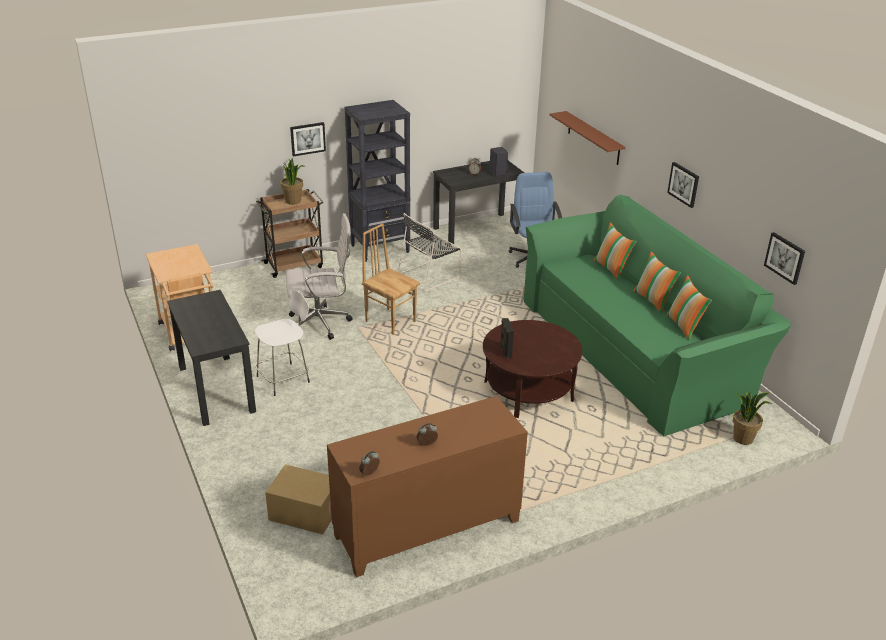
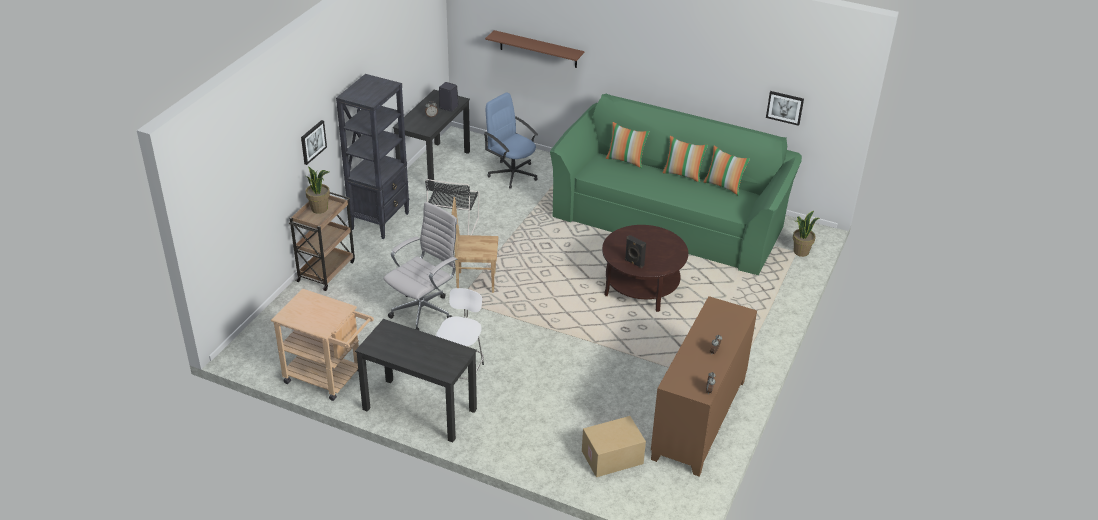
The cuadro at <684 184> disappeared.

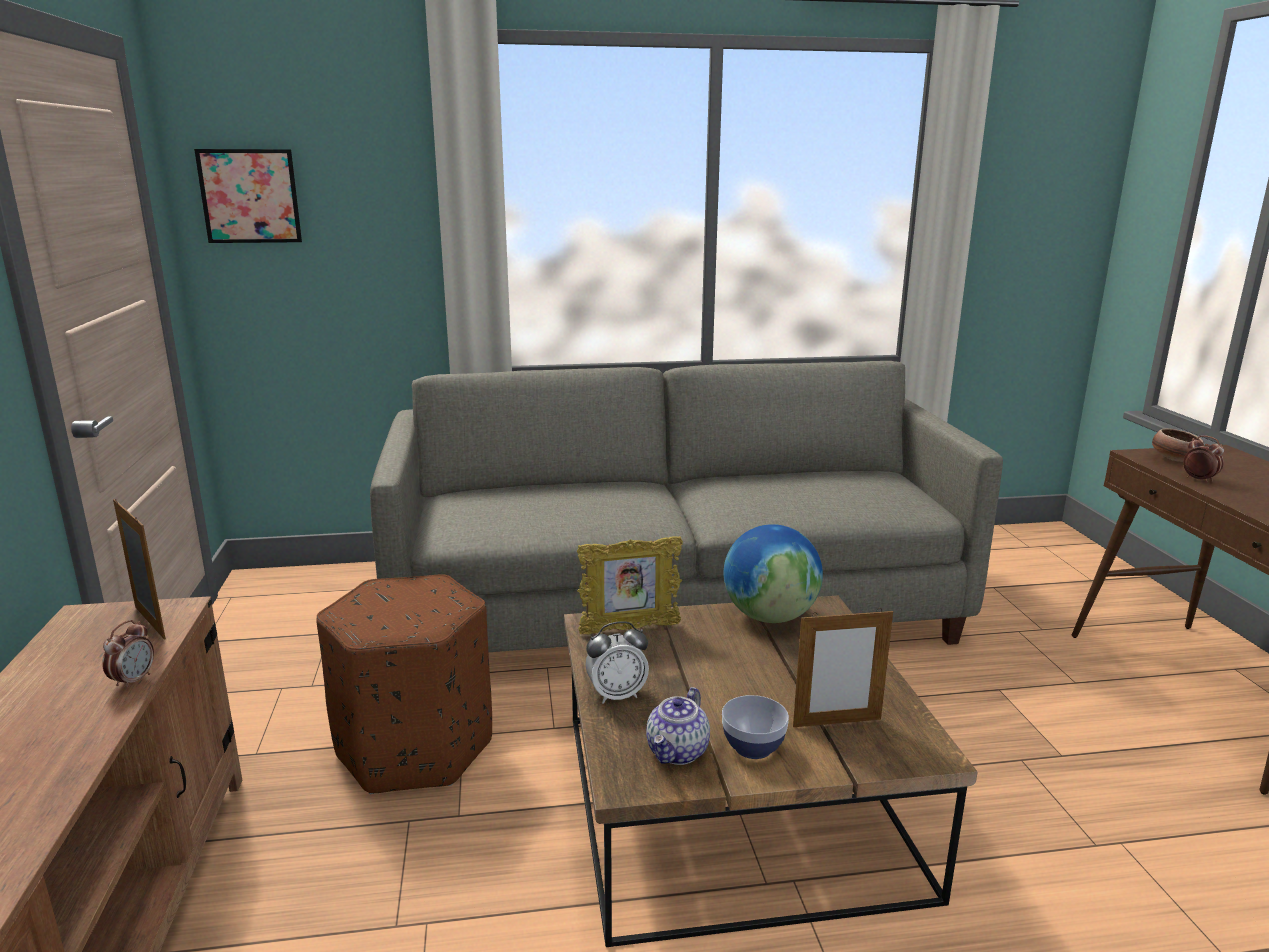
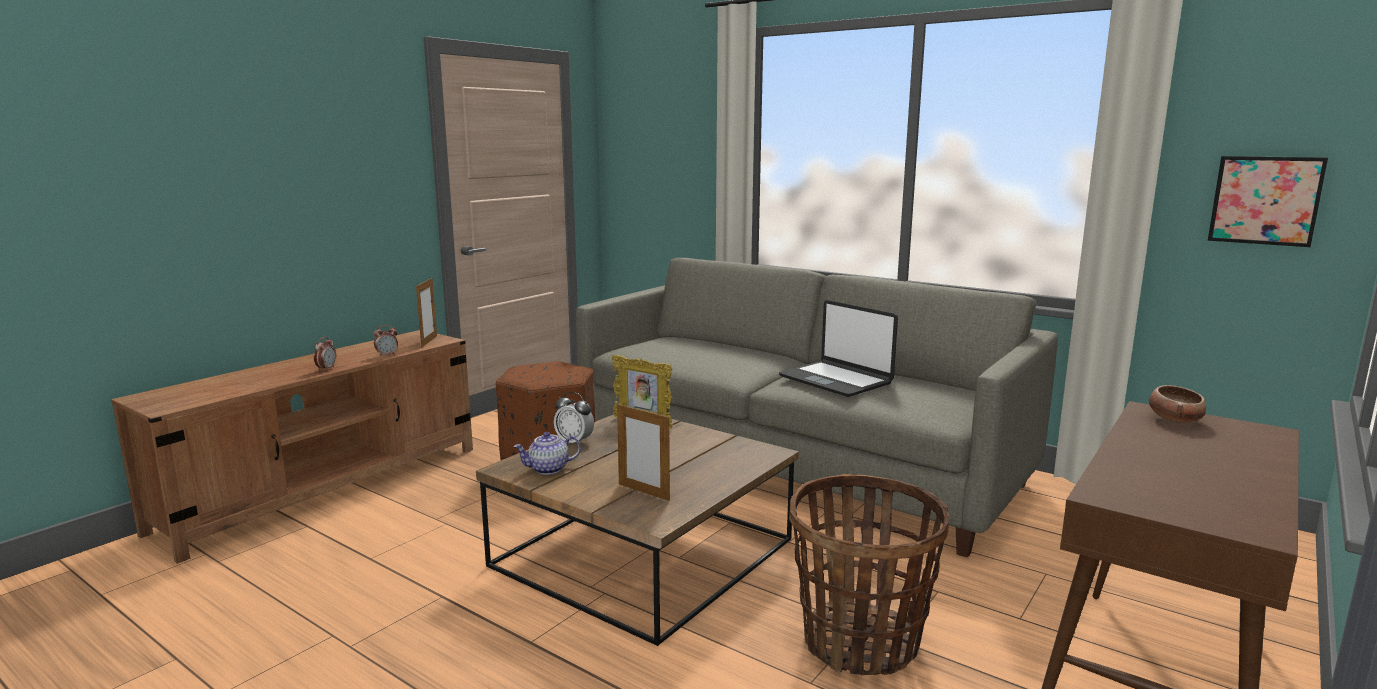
The cuenco at <753 747> disappeared.
The globo terráqueo at <770 616> disappeared.
The portátil at <836 380> appeared.
The cesta at <860 642> appeared.
The cuadro moved from <250 196> to <1265 200>.
The despertador moved from <1198 479> to <326 369>.

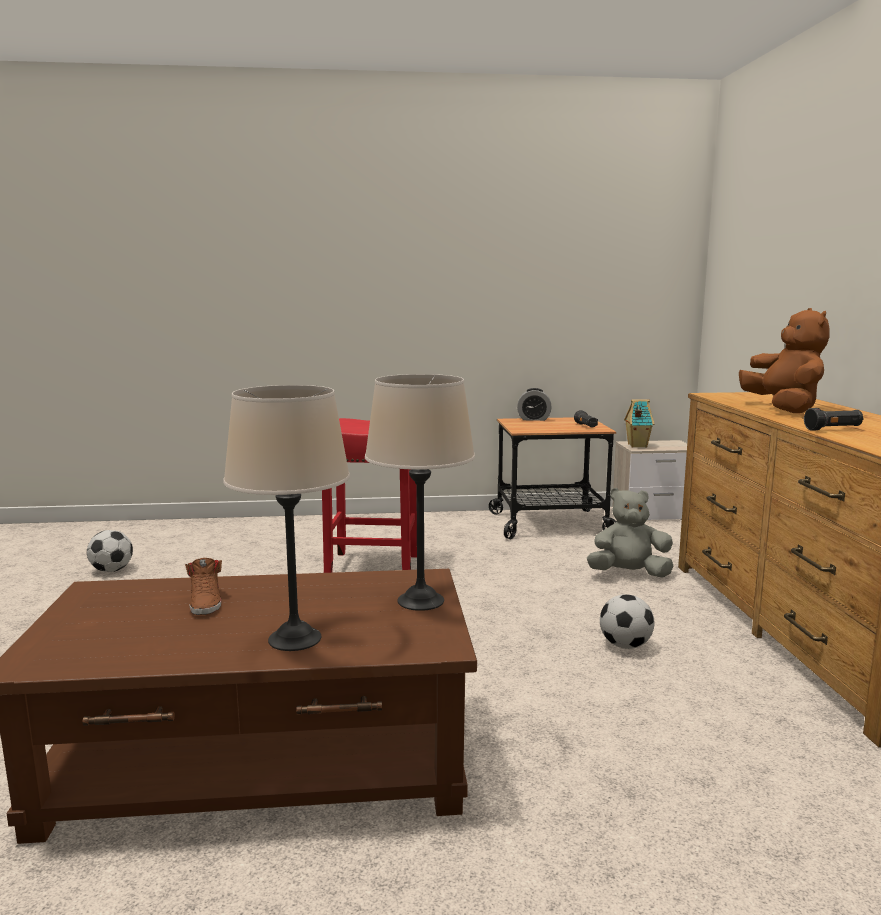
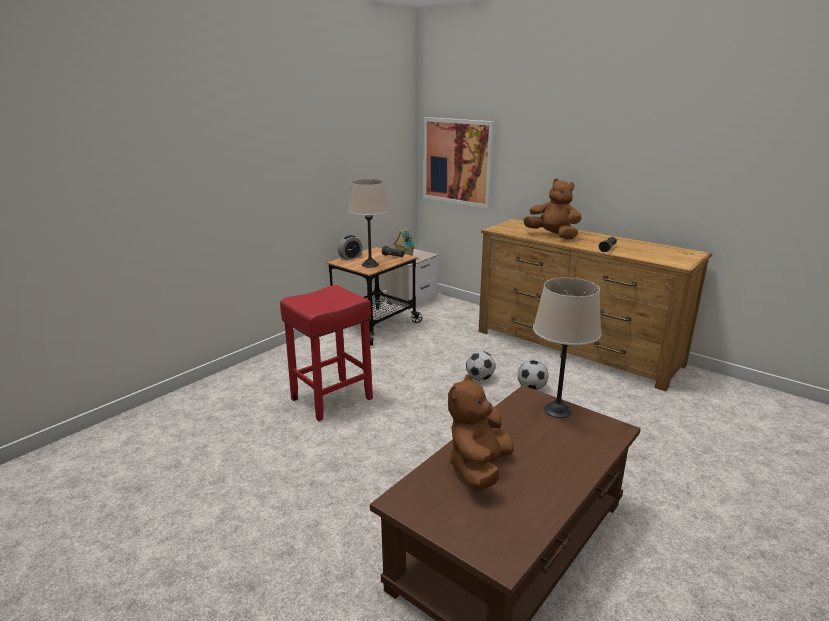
The peluche (gris) at <628 574> disappeared.
The cuadro at <457 161> appeared.
The balón de fútbol moved from <112 570> to <480 378>.
The lámpara de mesa (beis) moved from <295 639> to <370 264>.
The zapato (marrón) at <206 602> was replaced by the peluche (marrón) at <479 468>.

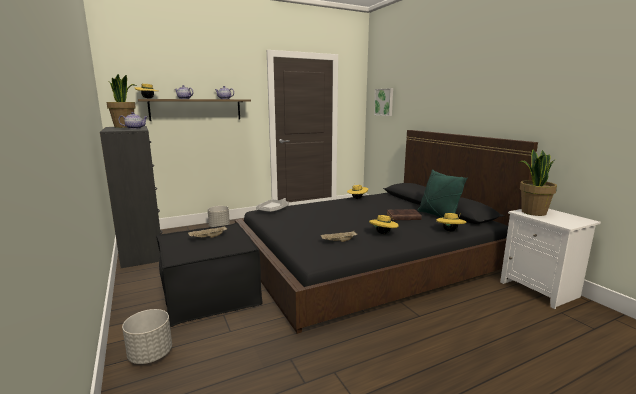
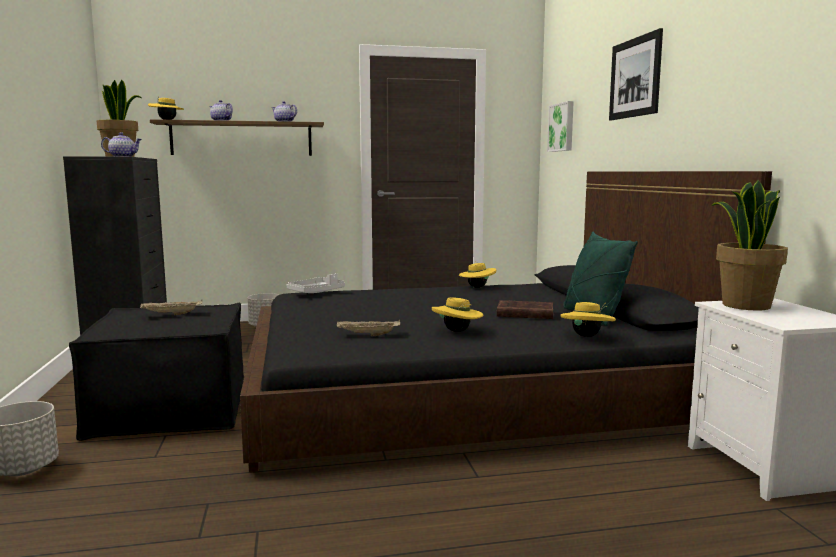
The cuadro at <635 78> appeared.

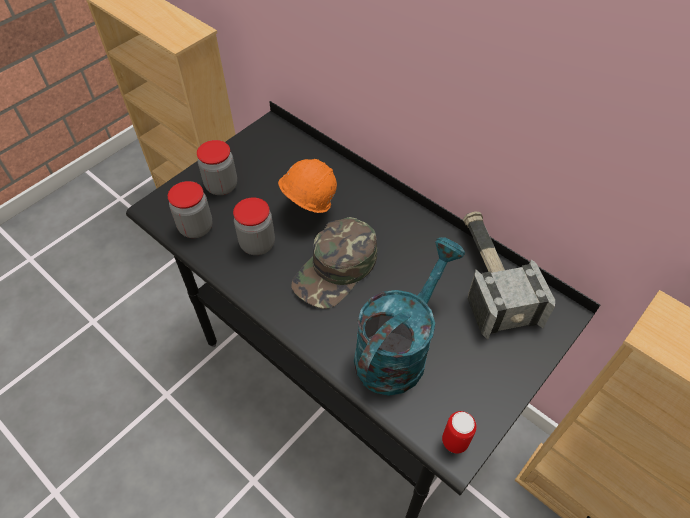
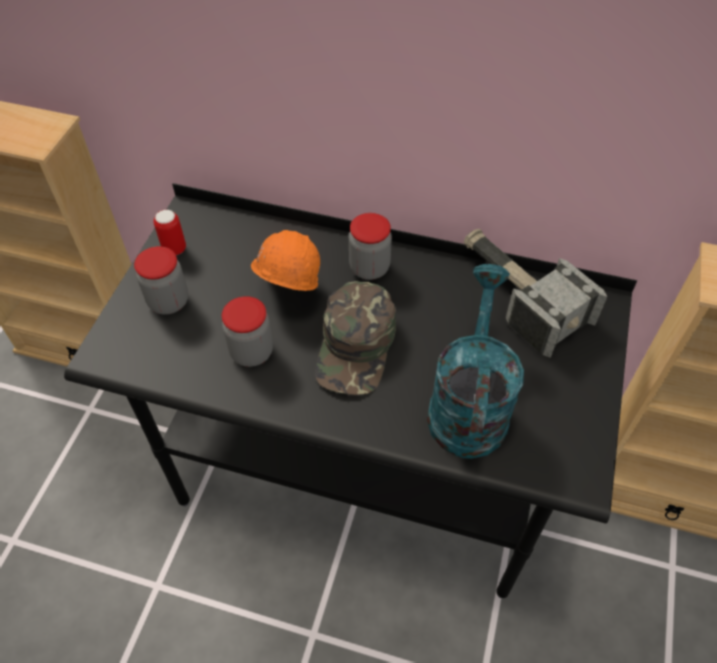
The tarro moved from <196 227> to <369 268>.
The lata moved from <454 441> to <174 249>.

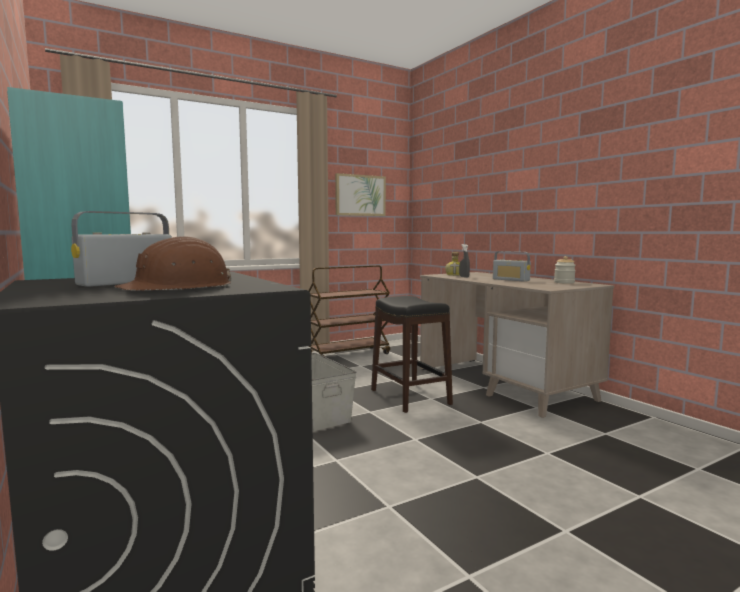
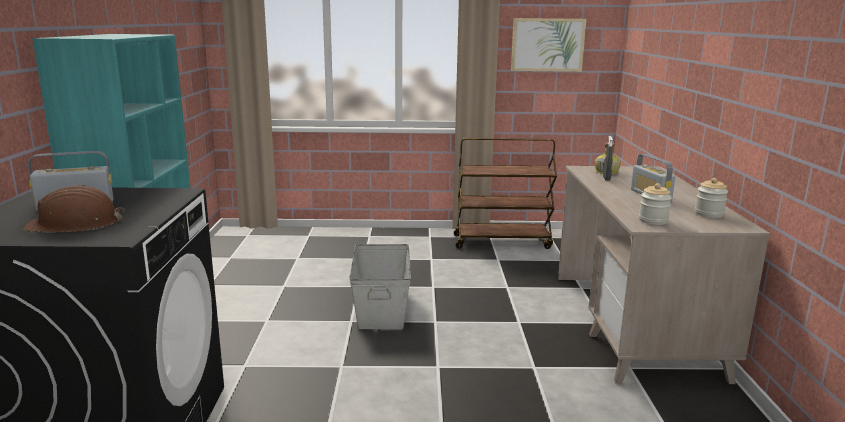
The taburete (negro) at <409 397> disappeared.
The tarro at <653 221> appeared.

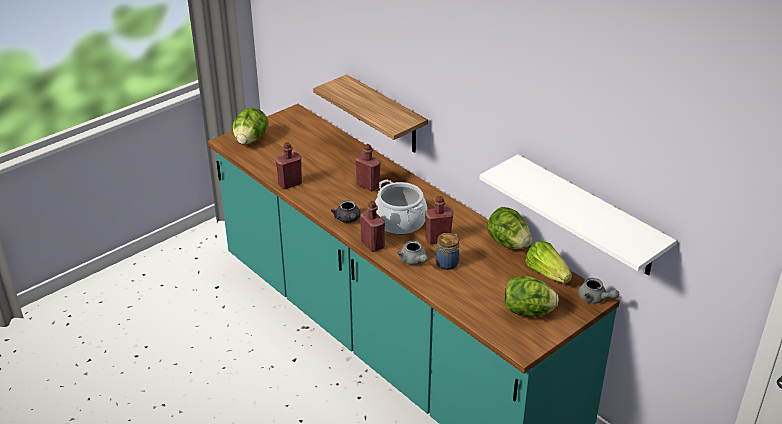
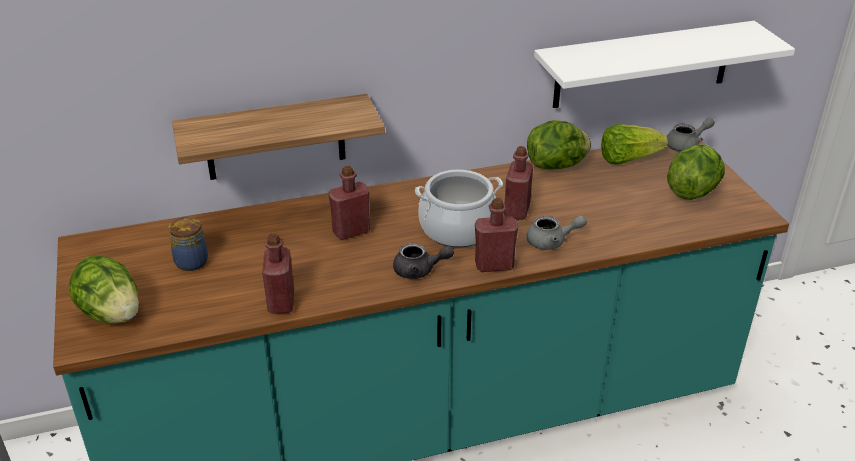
The tarro moved from <447 263> to <191 261>.

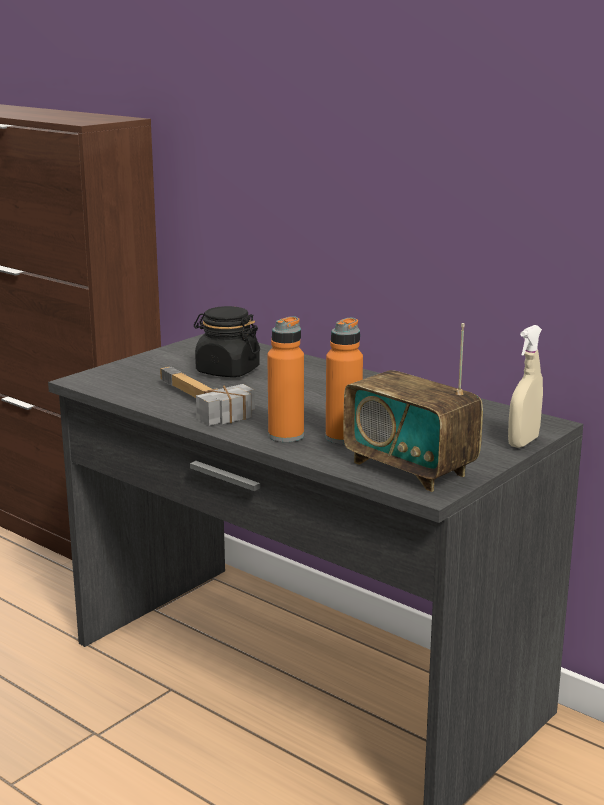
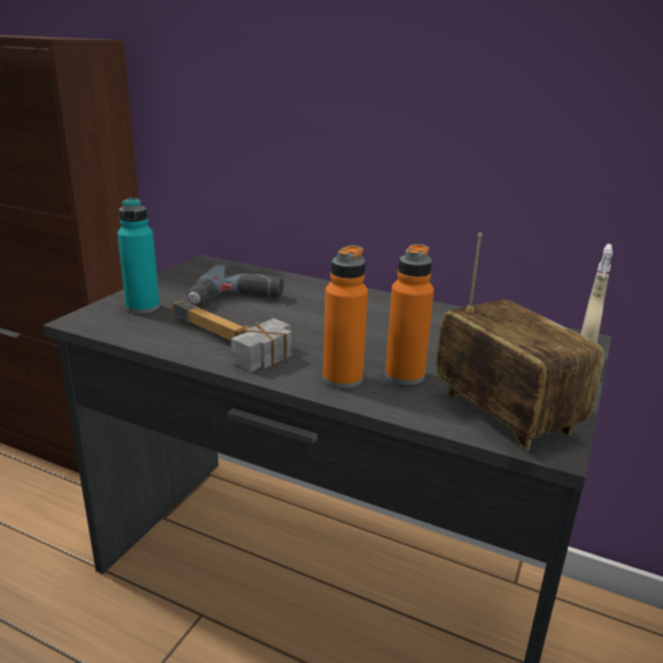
The botella (turquesa) at <142 307> appeared.
The tarro (negro) at <227 371> was replaced by the taladro at <236 299>.
The radio at <410 469> turned 150 degrees counterclockwise.

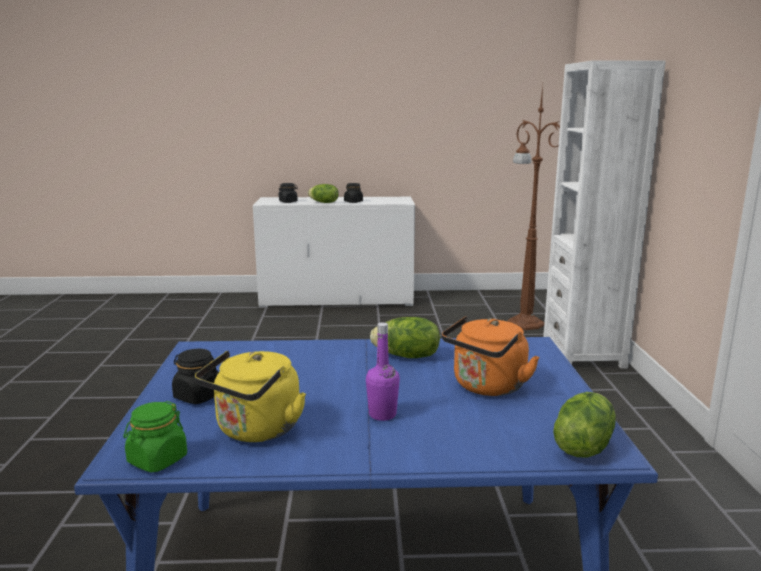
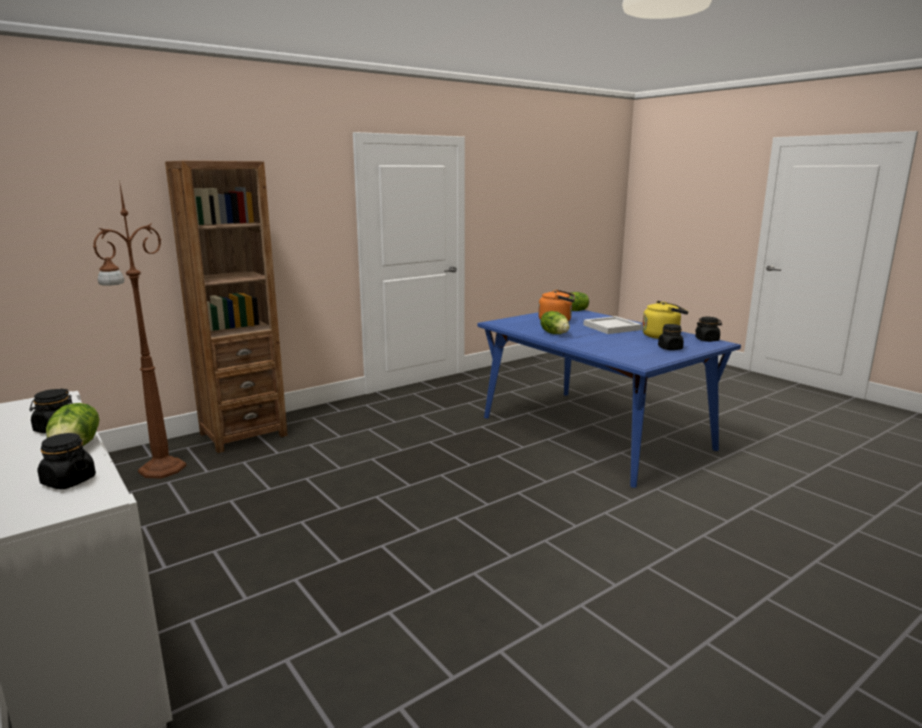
The botella (morado) at <382 414> was replaced by the bandeja (blanco) at <611 327>.
The tarro (verde) at <157 460> became the tarro (negro) at <707 340>.
The estantería (blanco) at <583 354> became the estantería (marrón) at <243 434>.

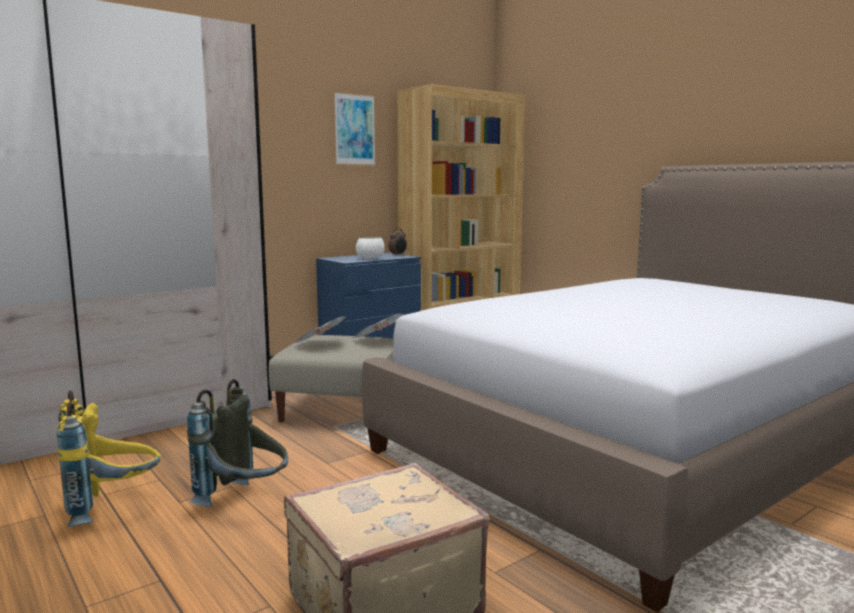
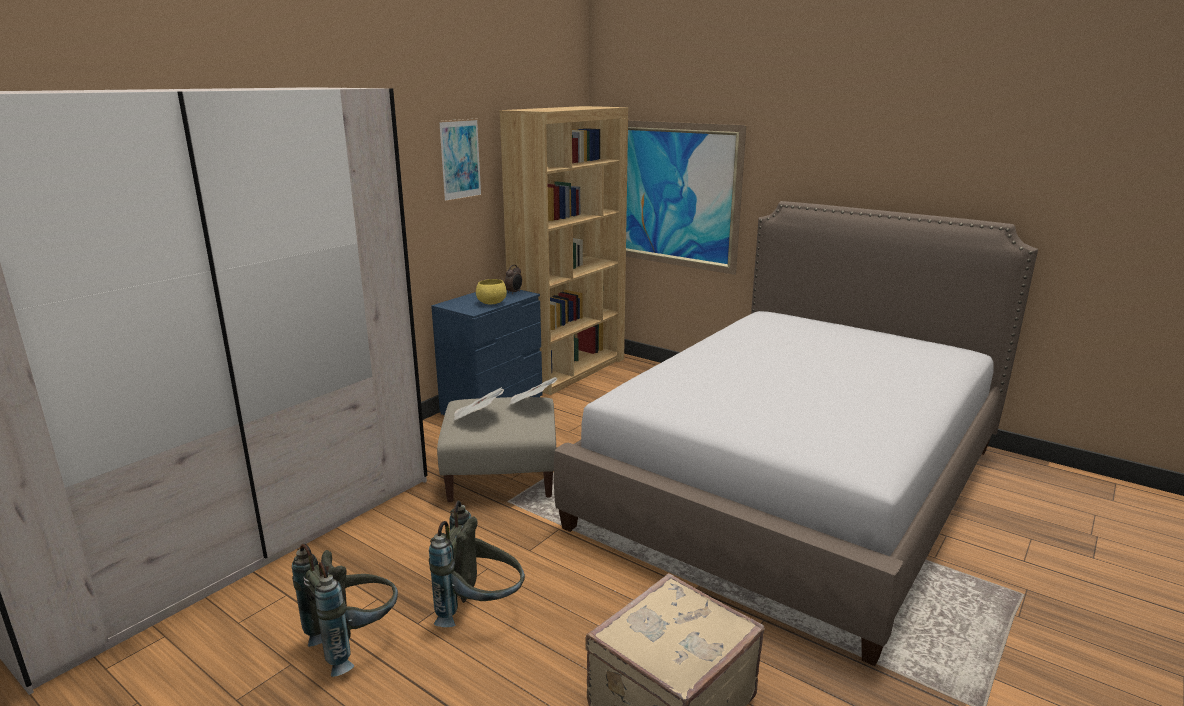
The cuadro at <671 195> appeared.
The mochila (amarillo) at <112 507> became the mochila (gris) at <355 642>.
The cuenco (blanco) at <370 258> became the cuenco (amarillo) at <491 303>.

